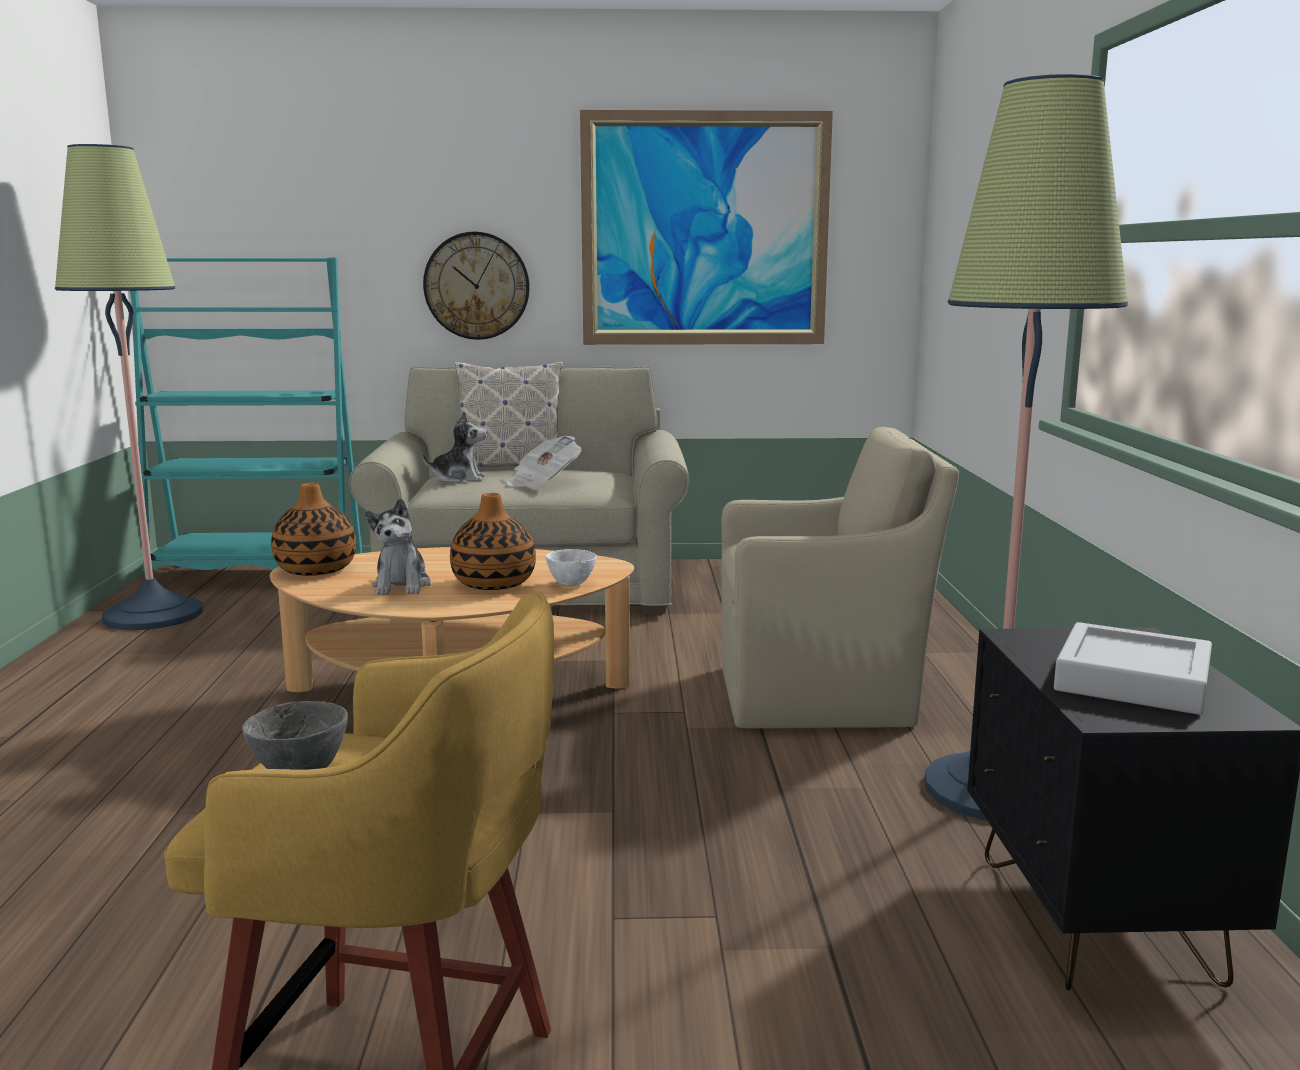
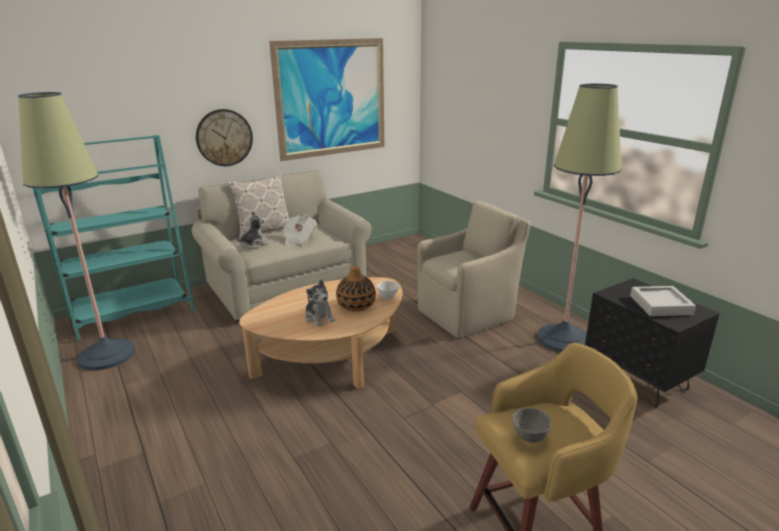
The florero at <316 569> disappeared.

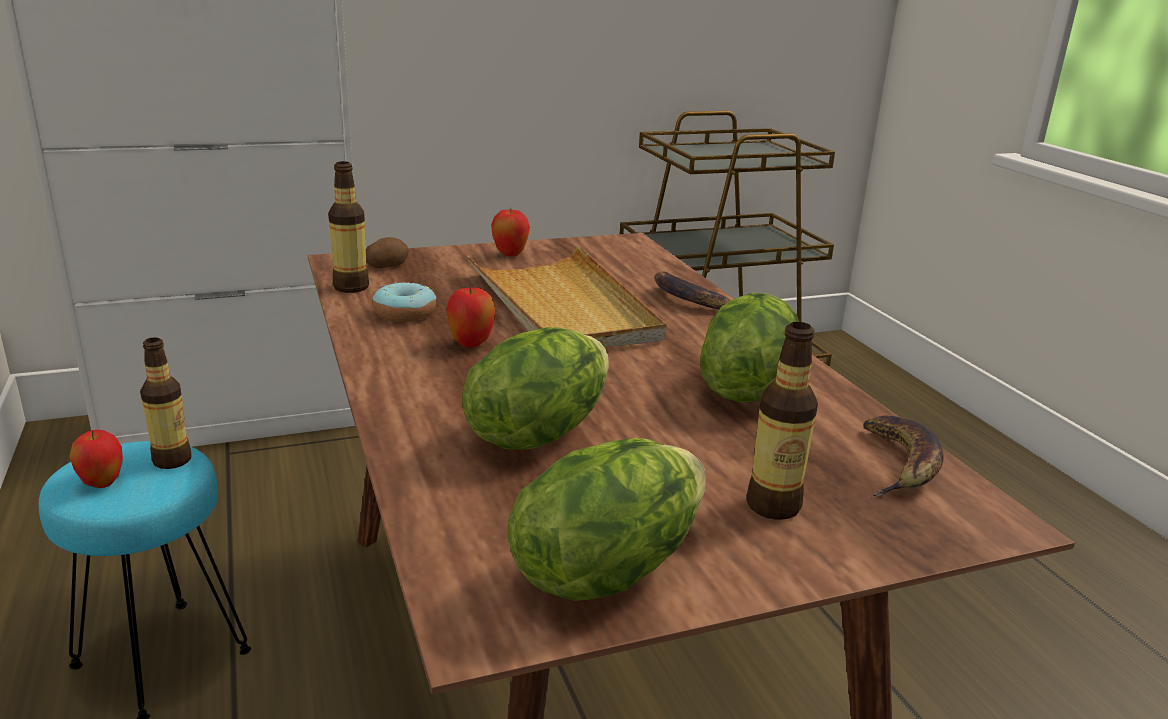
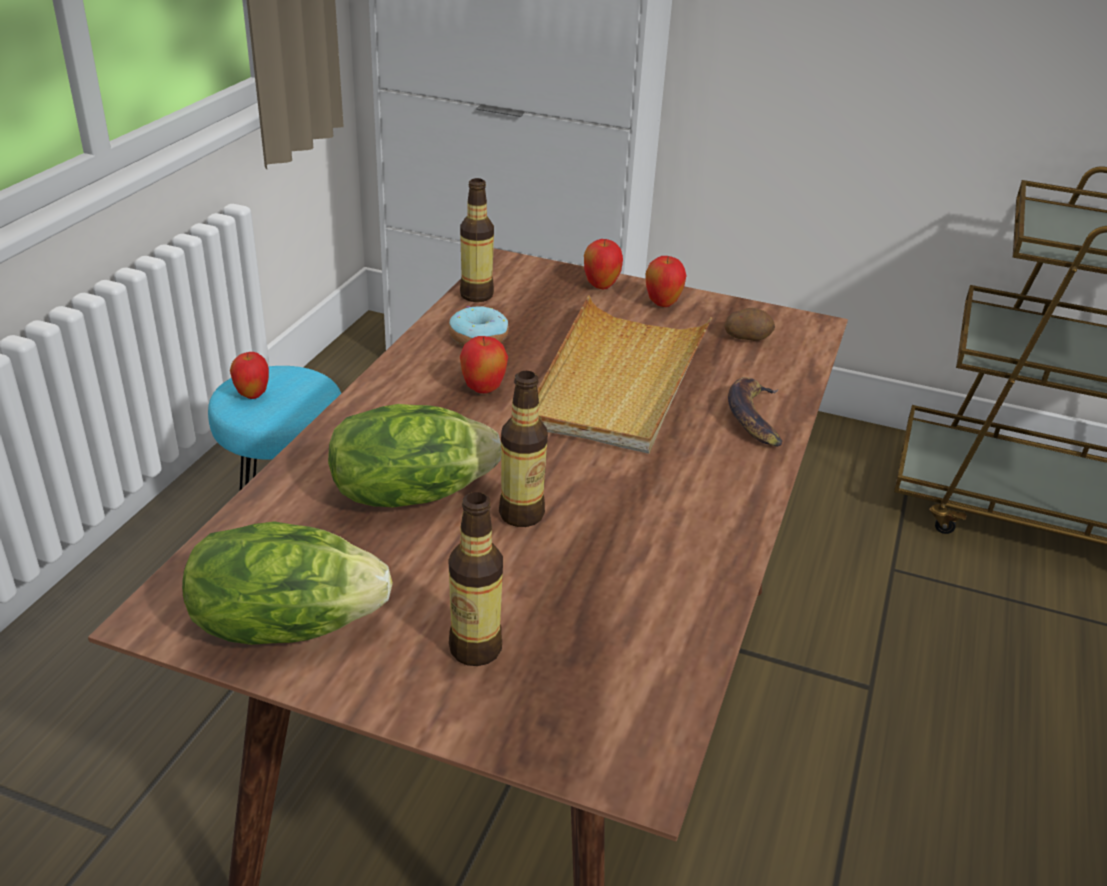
The lechuga at <745 386> disappeared.
The plátano at <898 464> disappeared.
The manzana at <601 286> appeared.
The botella moved from <172 460> to <521 514>.
The patata moved from <386 266> to <747 337>.

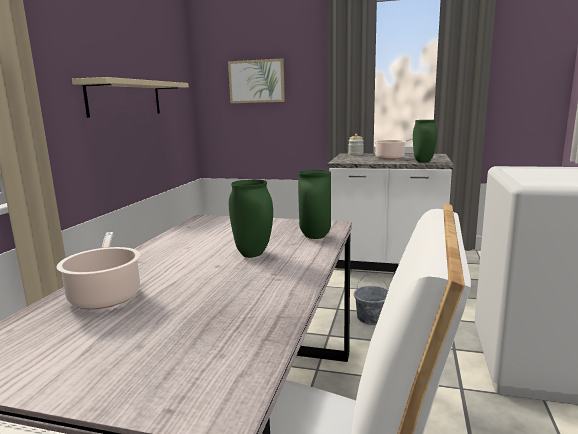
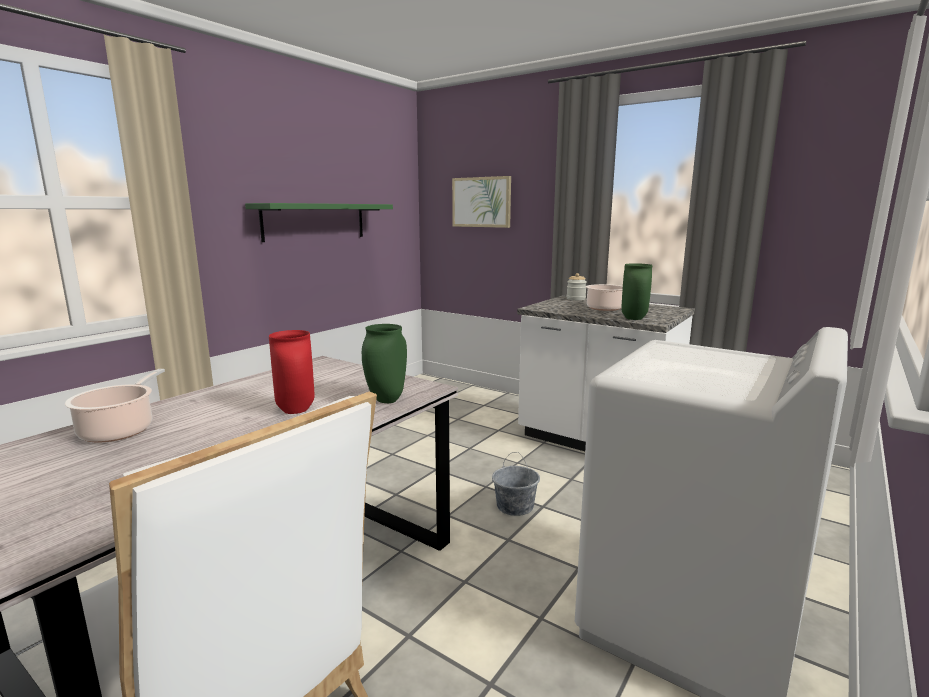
The estante (beis) at <125 98> became the estante (verde) at <315 221>.
The florero (verde) at <252 254> became the florero (rojo) at <294 410>.

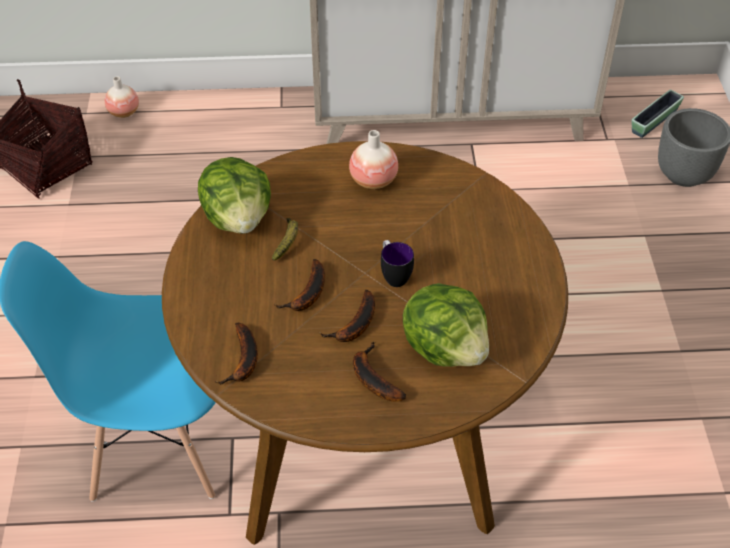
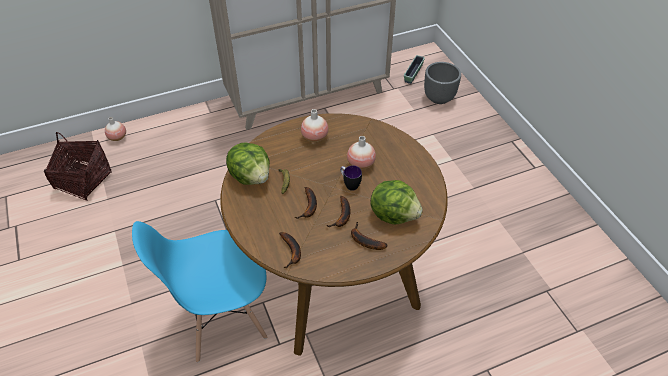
The florero at <361 164> appeared.

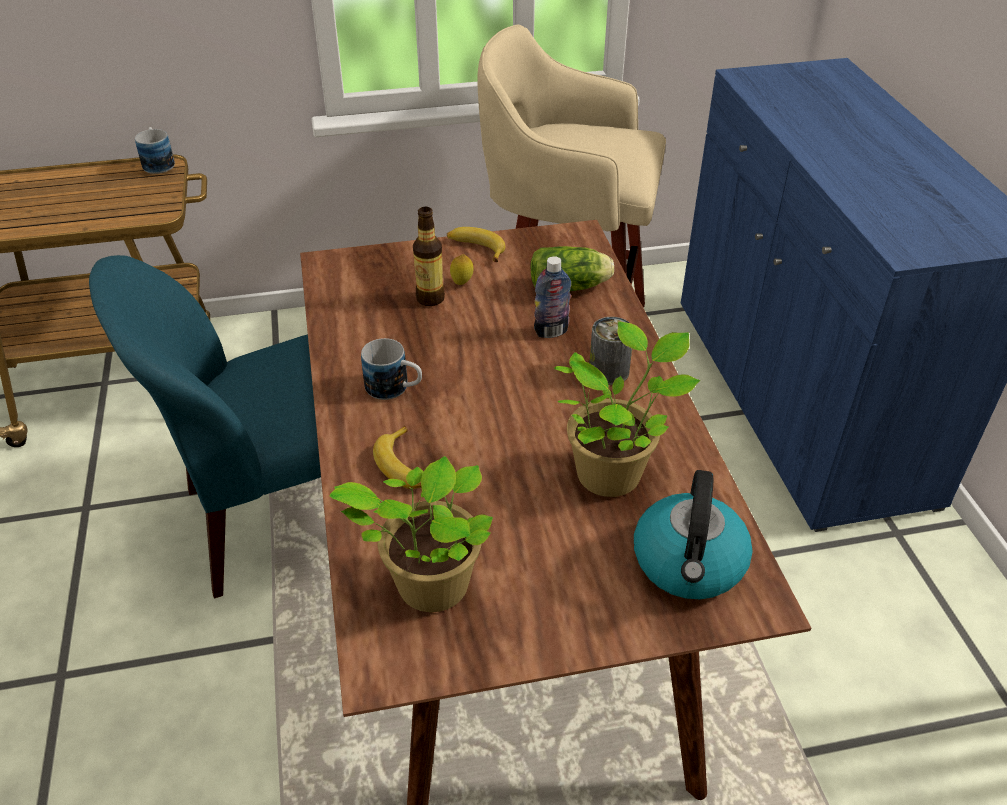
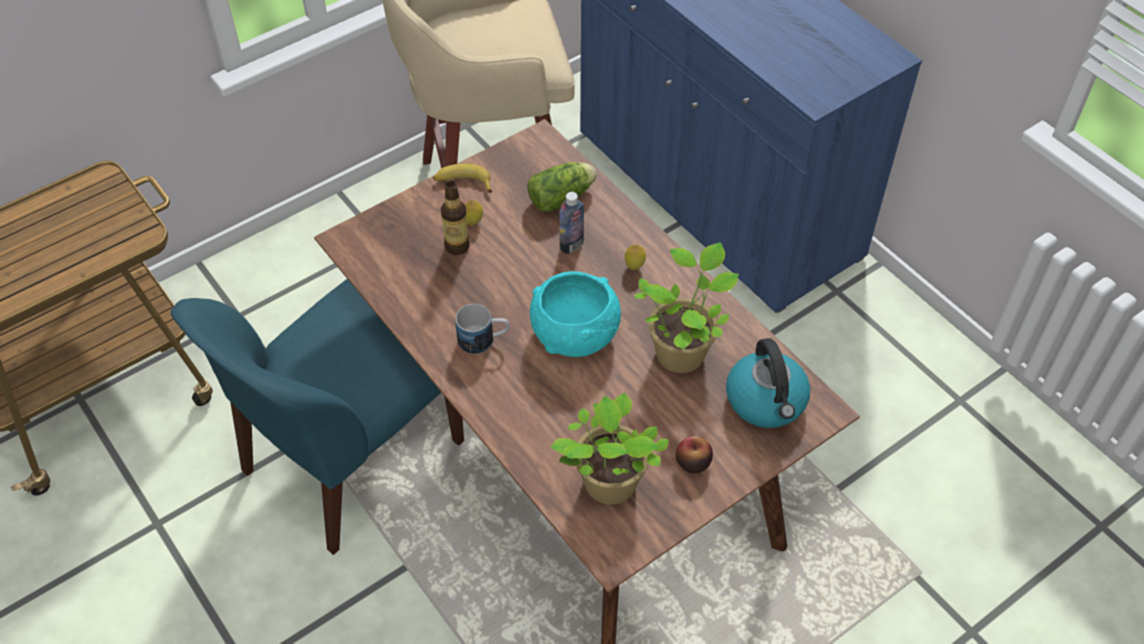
The taza grande at <158 163> disappeared.
The plátano at <404 466> disappeared.
The cuenco (turquesa) at <575 333> appeared.
The manzana at <693 462> appeared.
The lata at <609 371> was replaced by the limón at <634 267>.

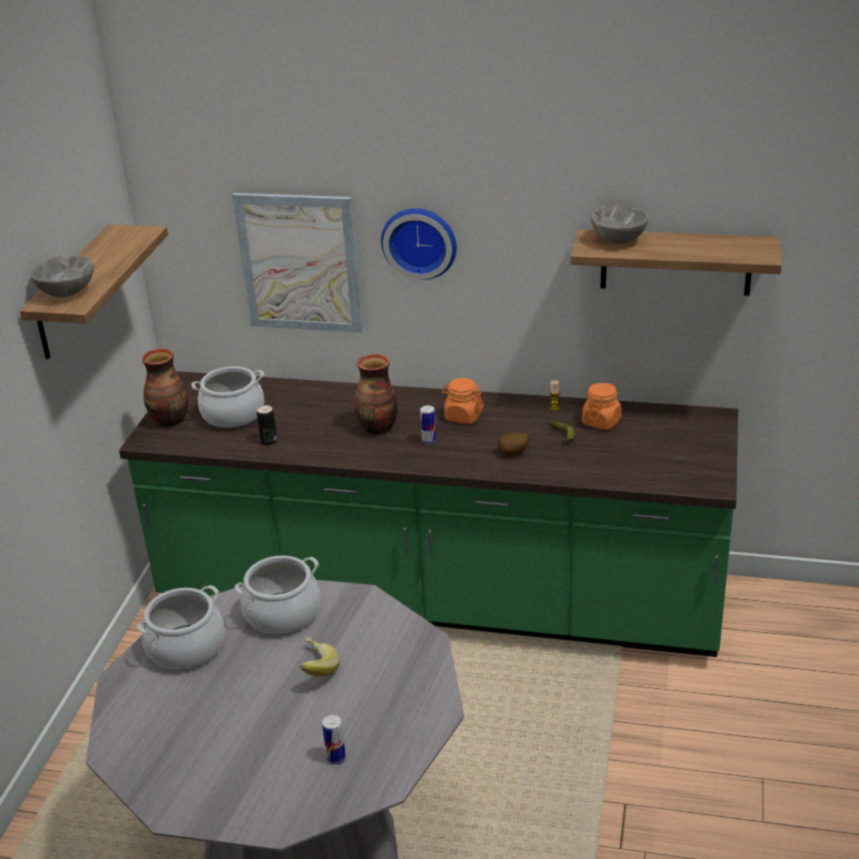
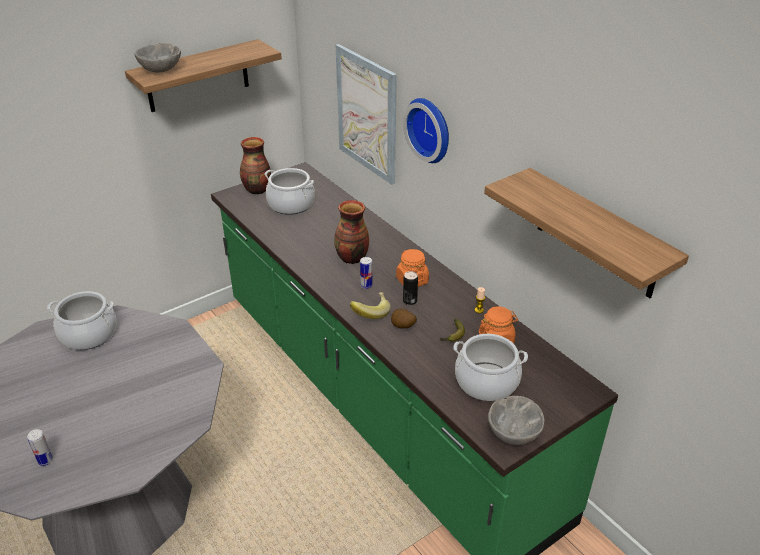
The olla moved from <283 614> to <486 382>.
The lata moved from <269 441> to <410 301>.
The plátano moved from <315 669> to <370 313>.
The cuenco (gris) moved from <617 240> to <513 433>.

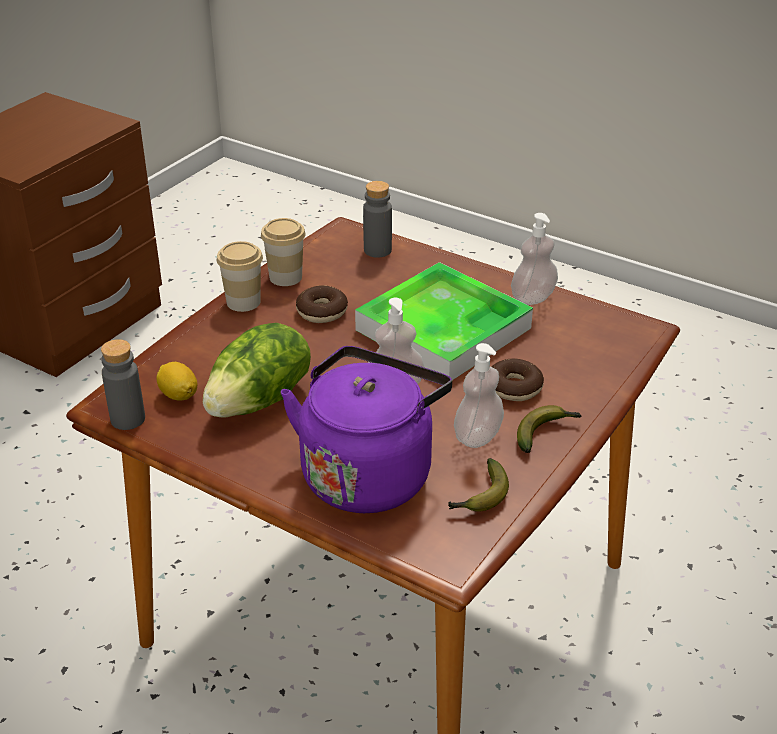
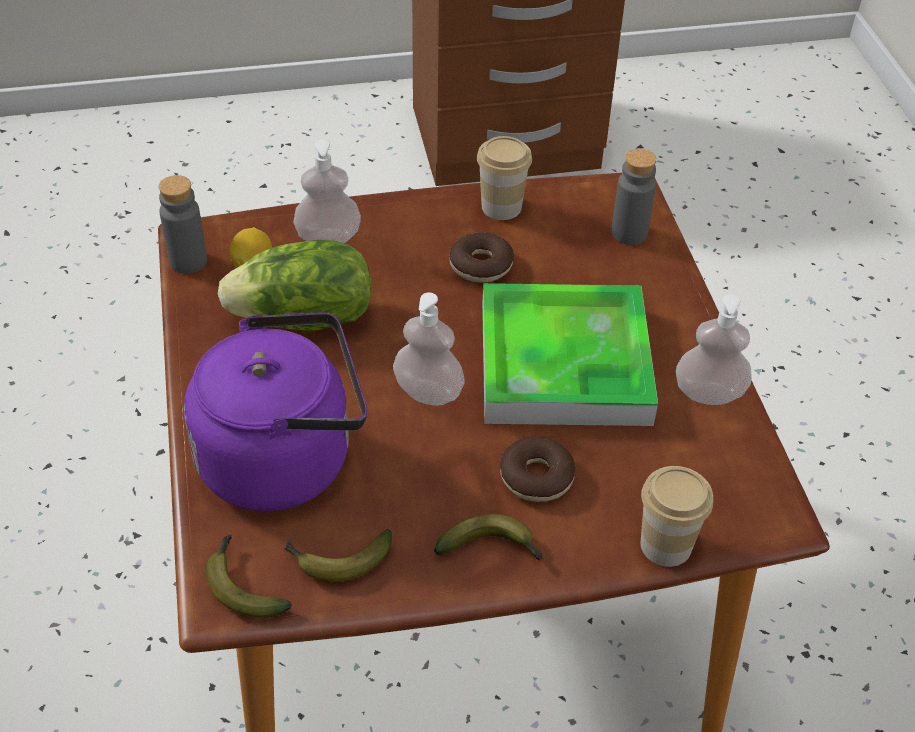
The plátano at <242 585> appeared.
The taza moved from <243 302> to <666 545>.
The dispensador de jabón moved from <477 436> to <328 238>.

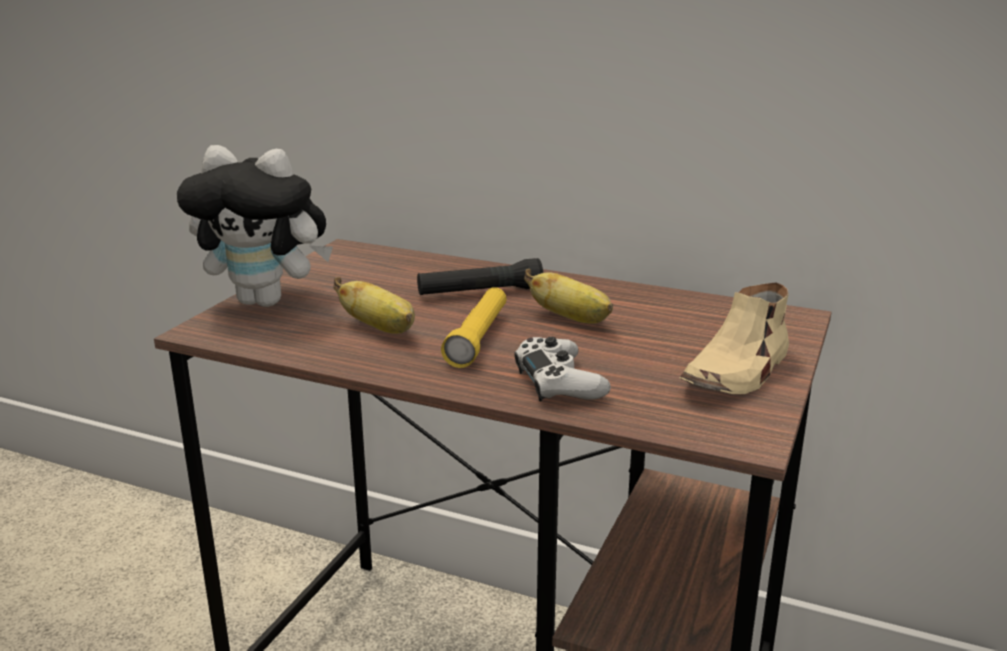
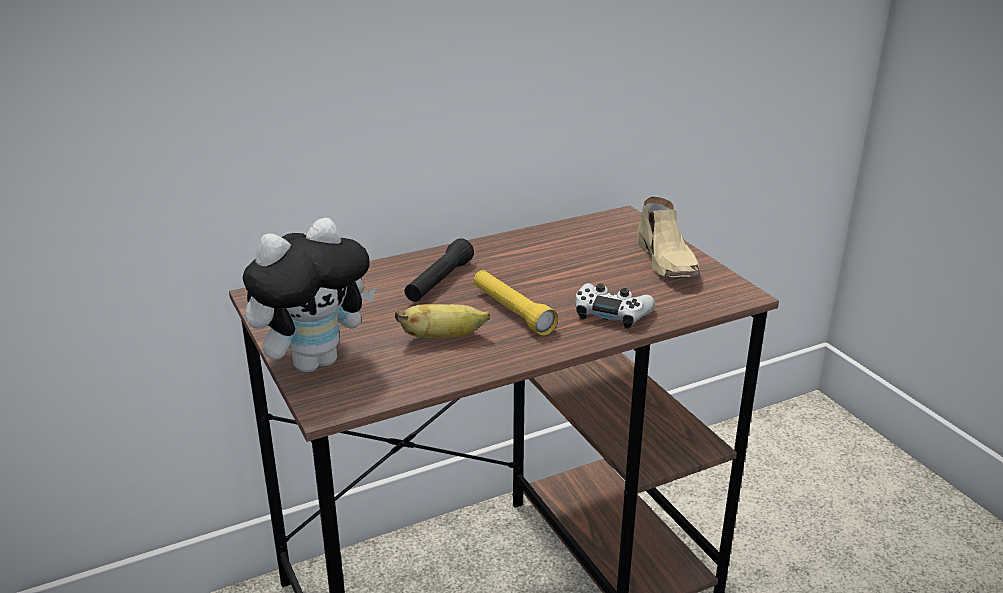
The plátano at <572 319> disappeared.

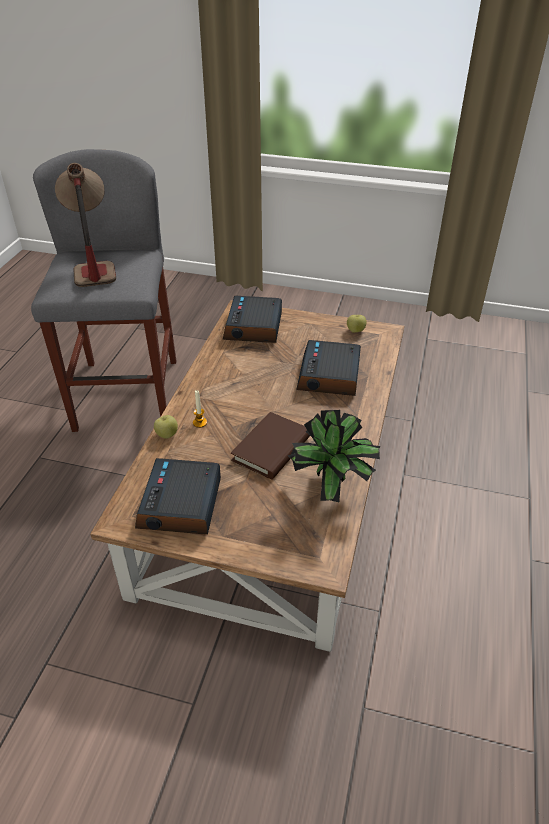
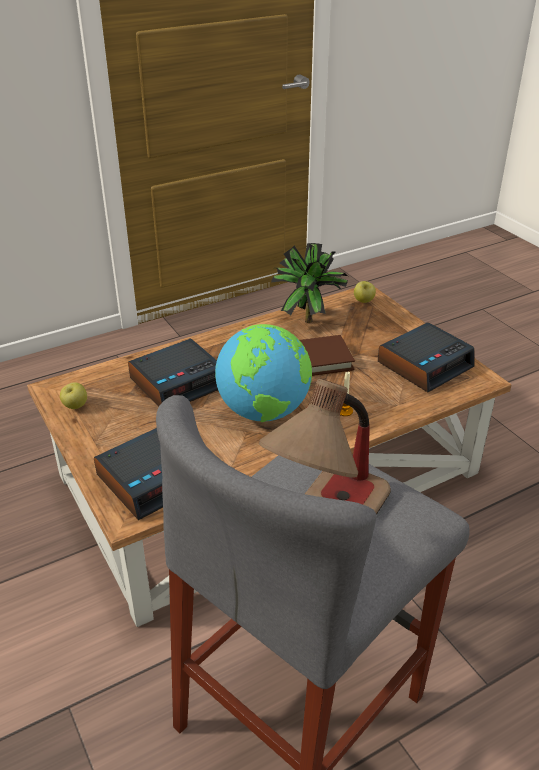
The globo terráqueo at <264 411> appeared.
The manzana moved from <167 435> to <363 301>.

